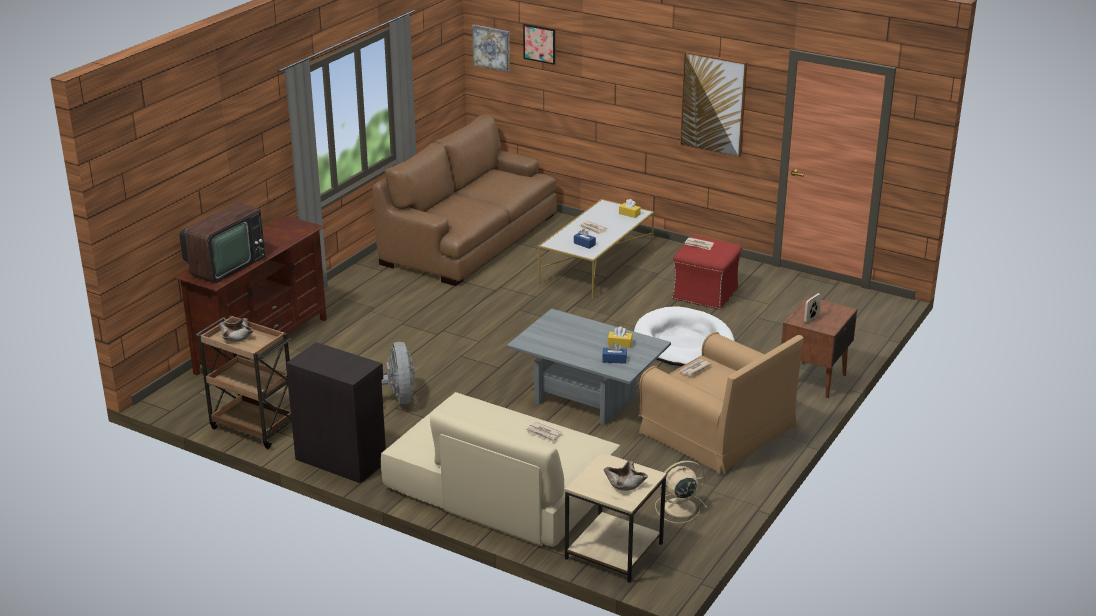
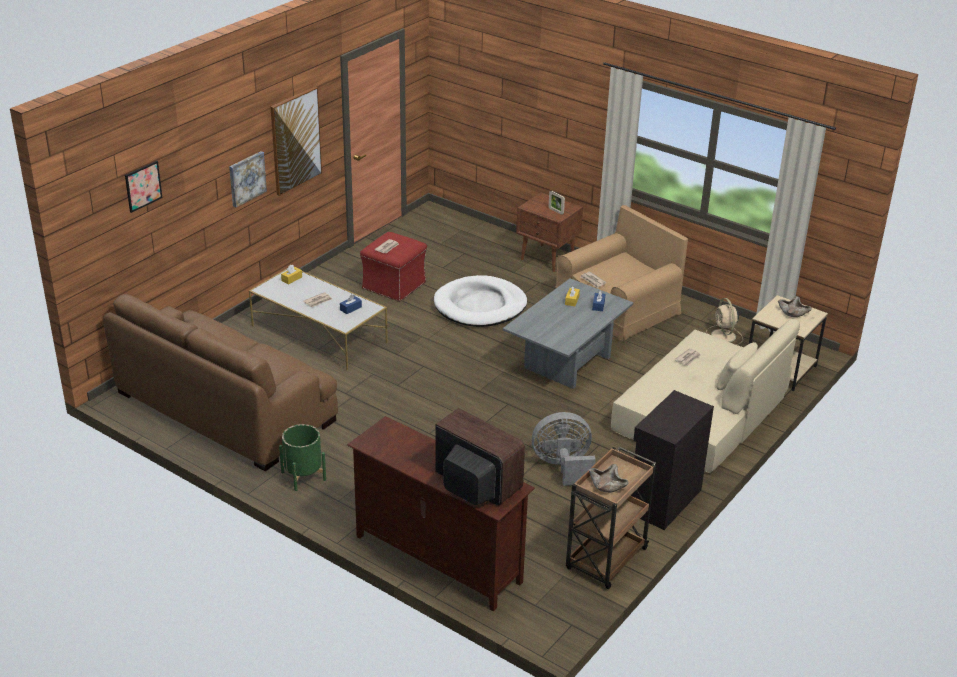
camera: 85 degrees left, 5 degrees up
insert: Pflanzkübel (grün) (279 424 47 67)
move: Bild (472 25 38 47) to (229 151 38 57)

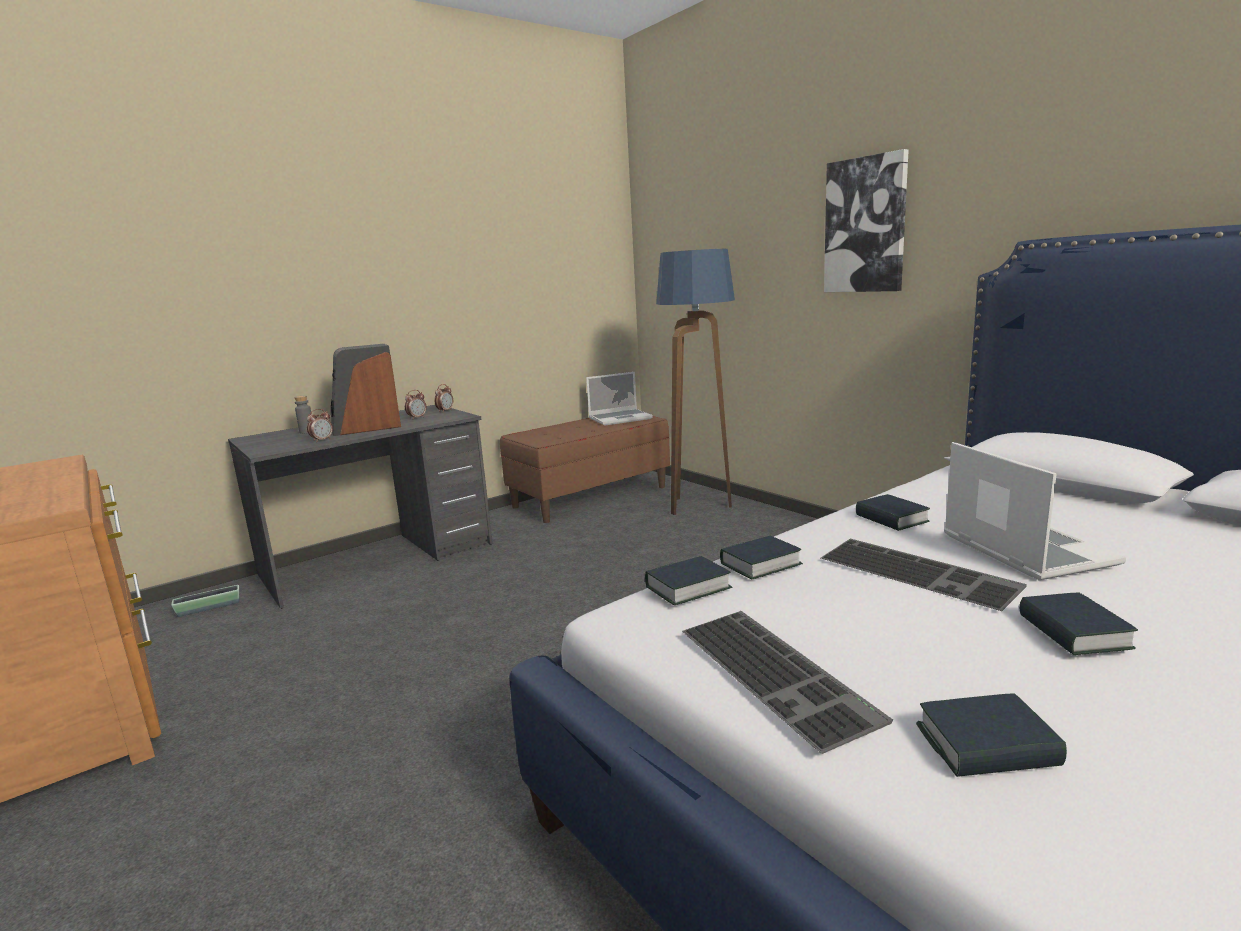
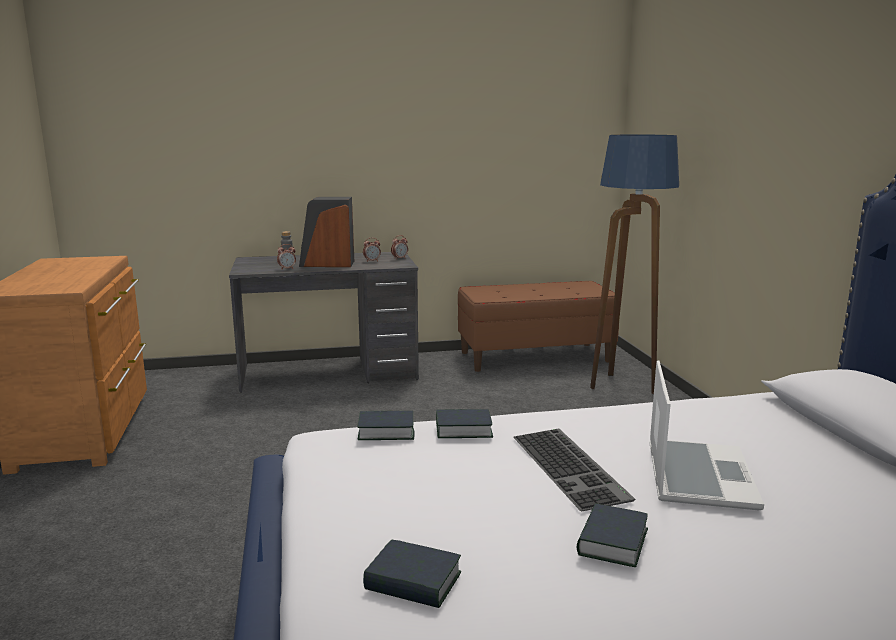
camera: 25 degrees right, 0 degrees up
delete: Pflanzkübel (171 585 68 32); Laptop (586 372 67 54); Tastatur (682 611 211 143); Bild (824 149 85 143); Buch (856 494 74 37)

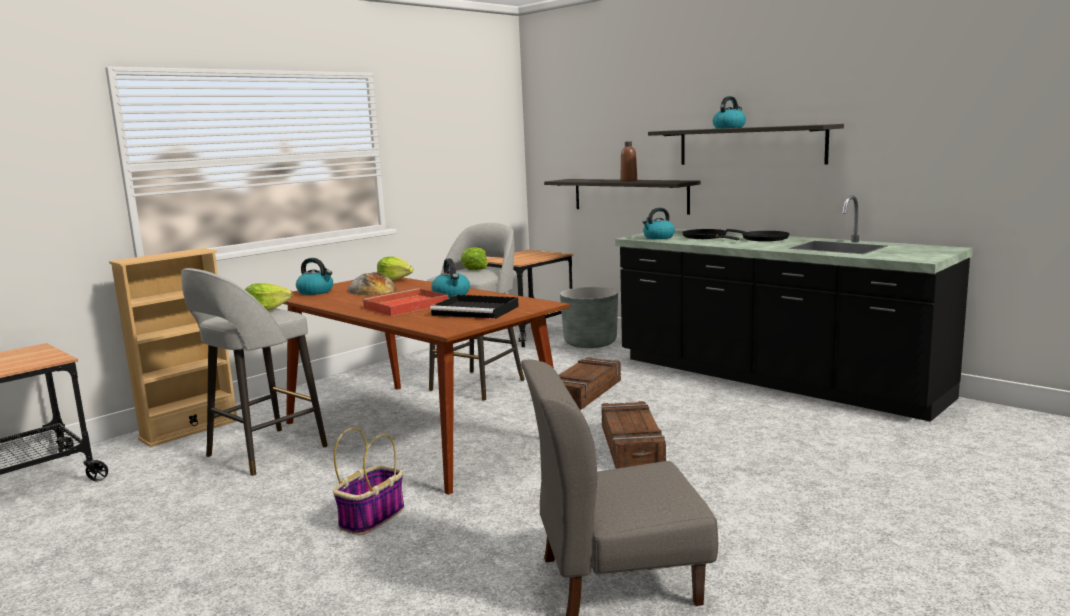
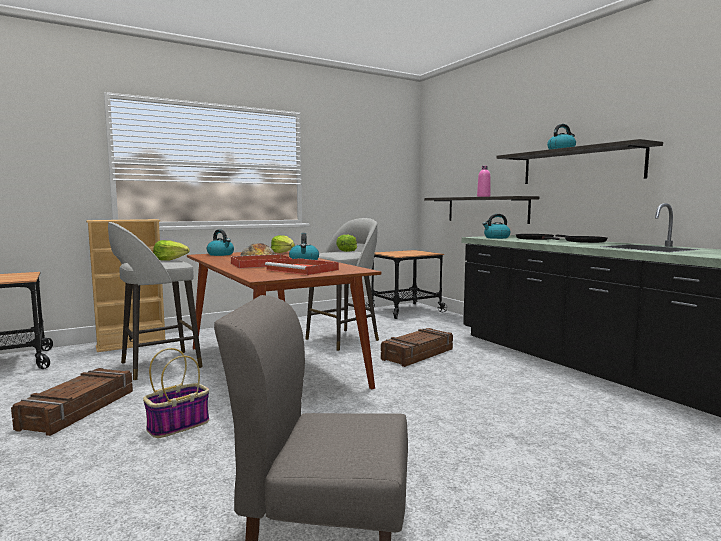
camera: 15 degrees right, 5 degrees down
delete: Pflanzkübel (grau) (560 287 58 61)
move: Kiste (601 401 65 68) to (11 368 122 68)
recolor: Tablett (schwarz) (430 295 89 25) to Tablett (rot) (265 258 74 17); Flasche (braun) (621 141 16 41) to Flasche (rosa) (477 166 13 31)

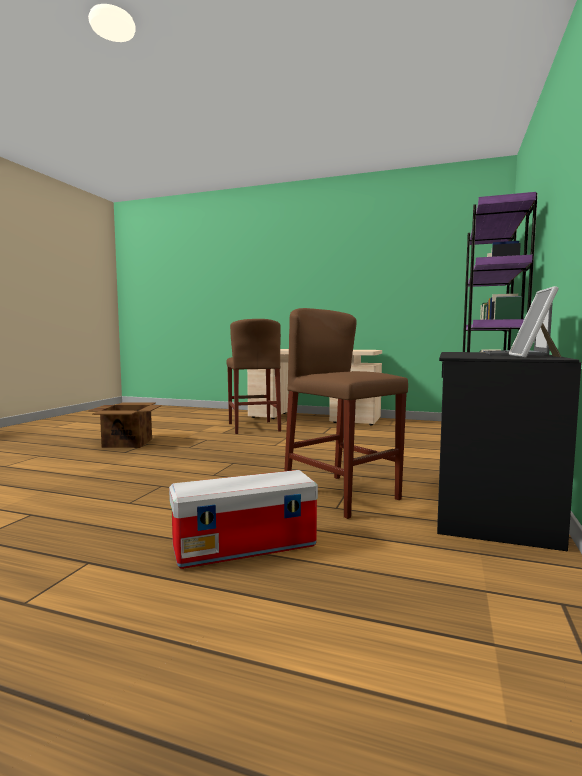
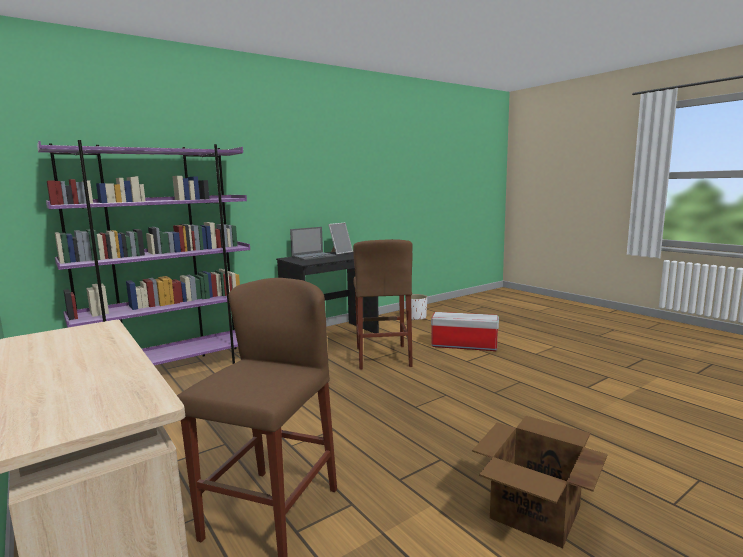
camera: 145 degrees left, 5 degrees up
insert: Pflanzkübel (weiß) (411 294 16 26)

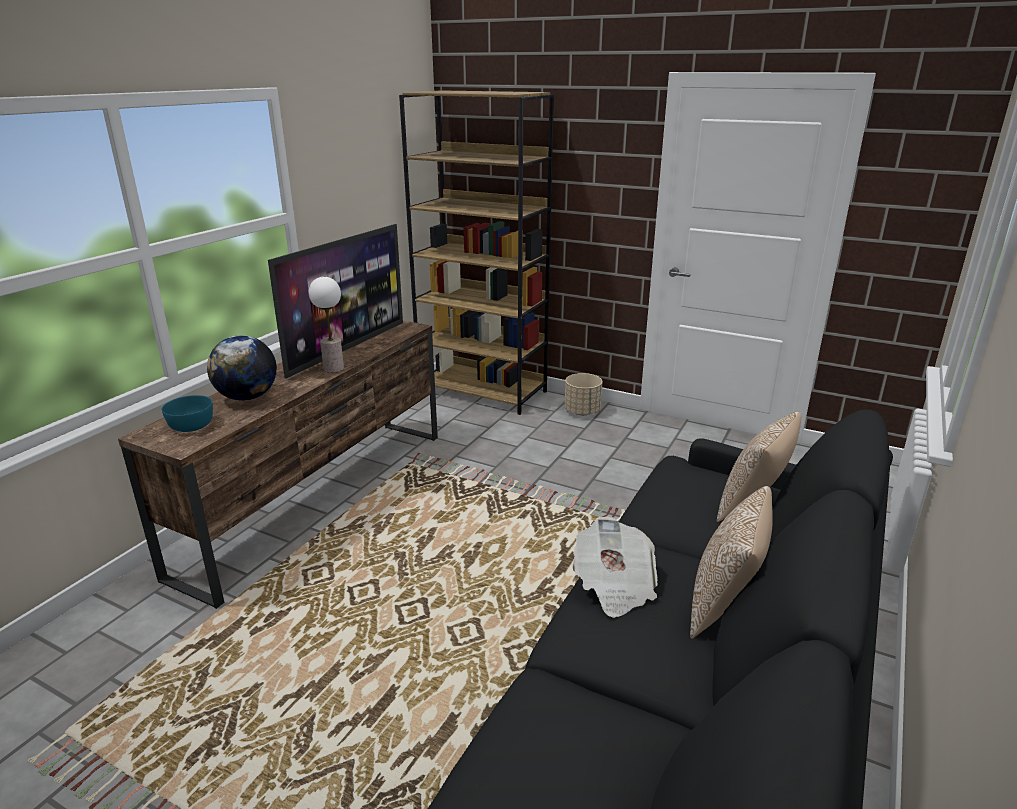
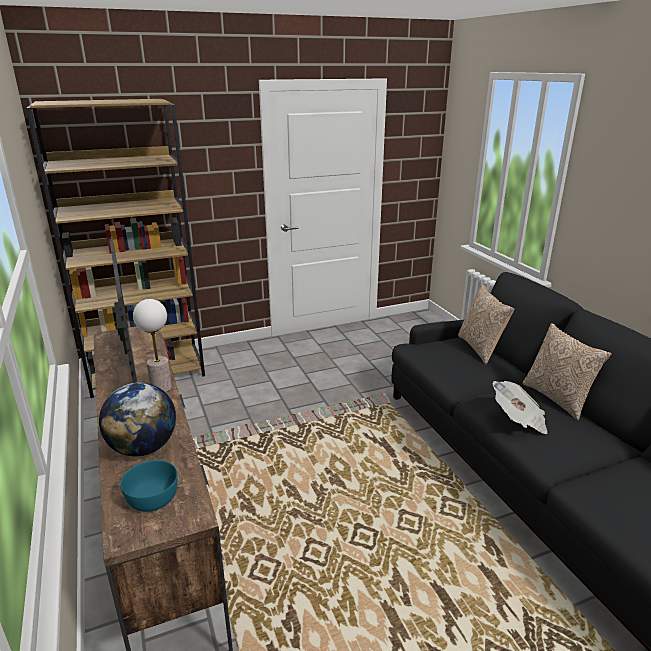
camera: 50 degrees left, 0 degrees up
delete: Pflanzkübel (beige) (565 373 37 42)

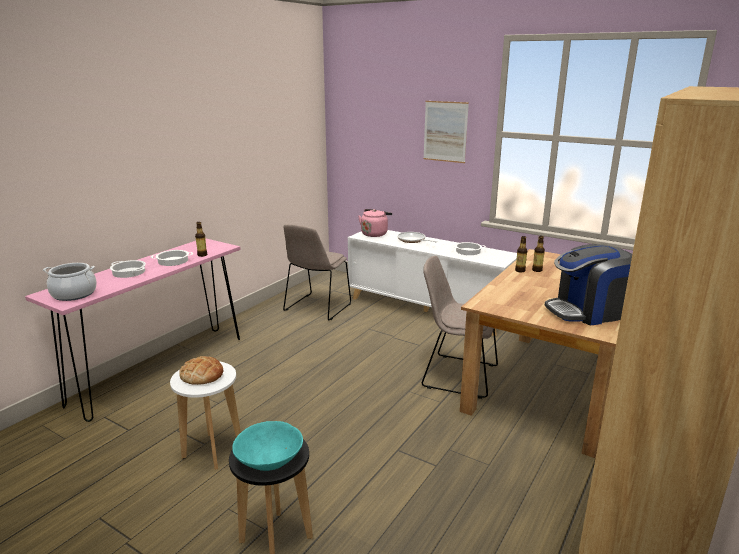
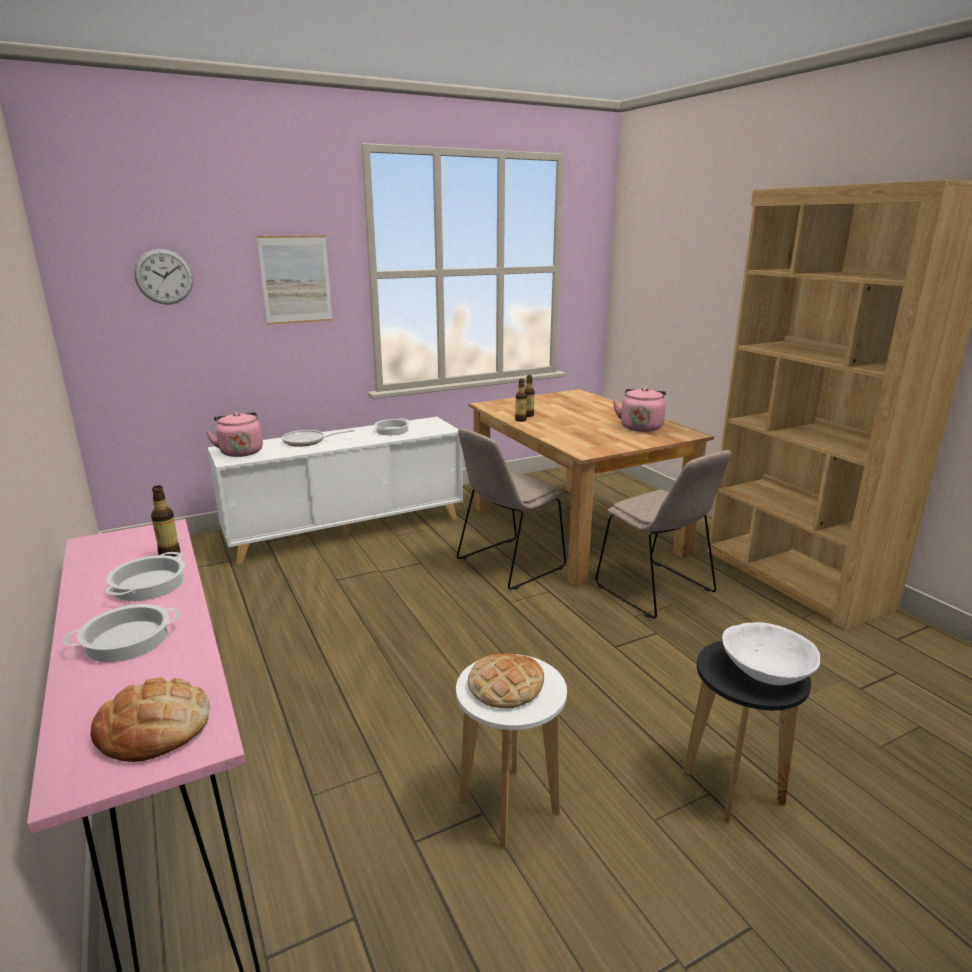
camera: 60 degrees left, 0 degrees up
insert: Wanduhr (134 249 59 56)
move: Stuhl (beige) (283 224 68 96) to (596 450 135 168)
replace: Kochtopf (43 263 54 38) to Brot (91 677 119 85); Kaffeemaschine (545 244 87 82) to Wasserkessel (rosa) (613 387 53 45)
recolor: Schüssel (türkis) (232 421 71 50) to Schüssel (weiß) (722 622 98 63)

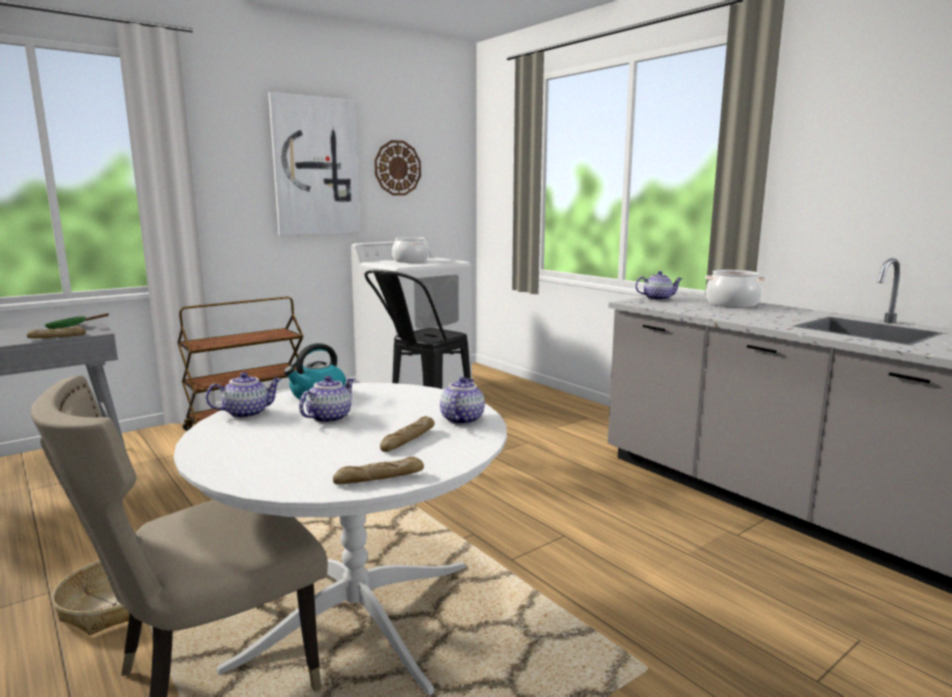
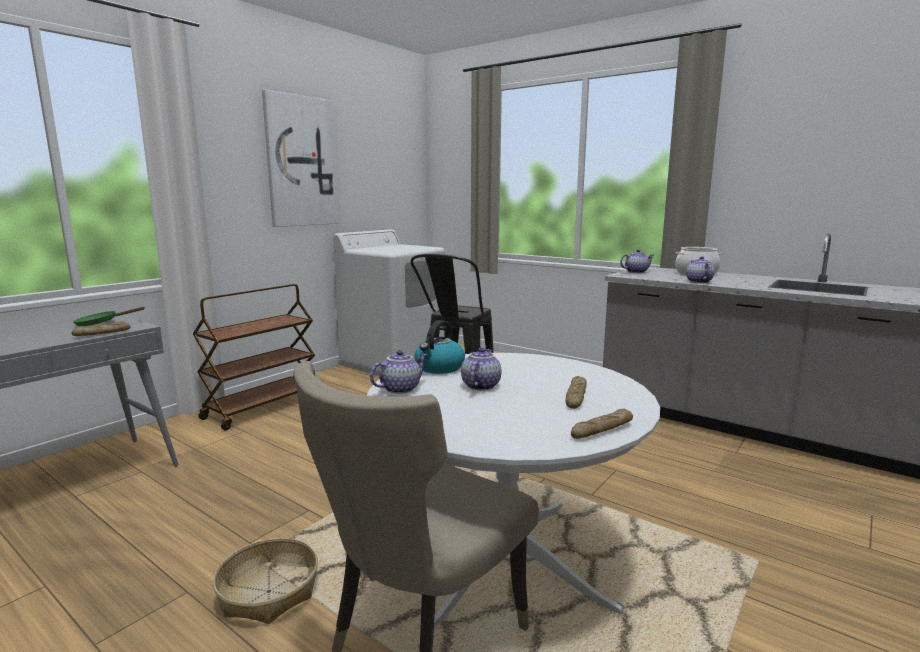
camera: 15 degrees left, 0 degrees up
delete: Wanduhr (374 140 47 56); Kochtopf (392 237 37 26)
move: Teekanne (440 377 45 48) to (686 256 29 27)

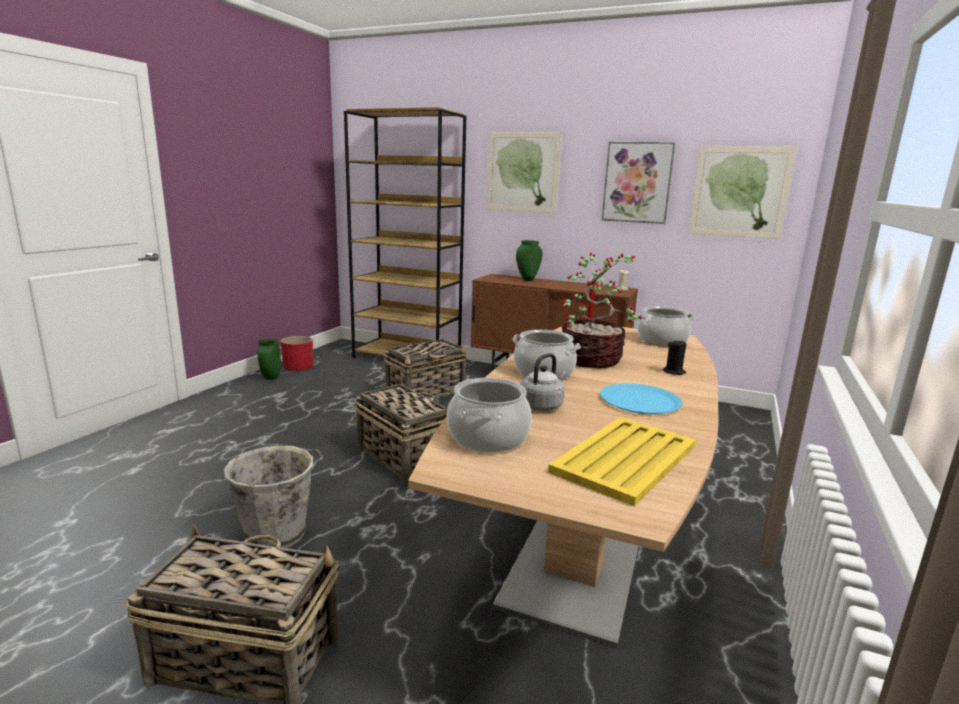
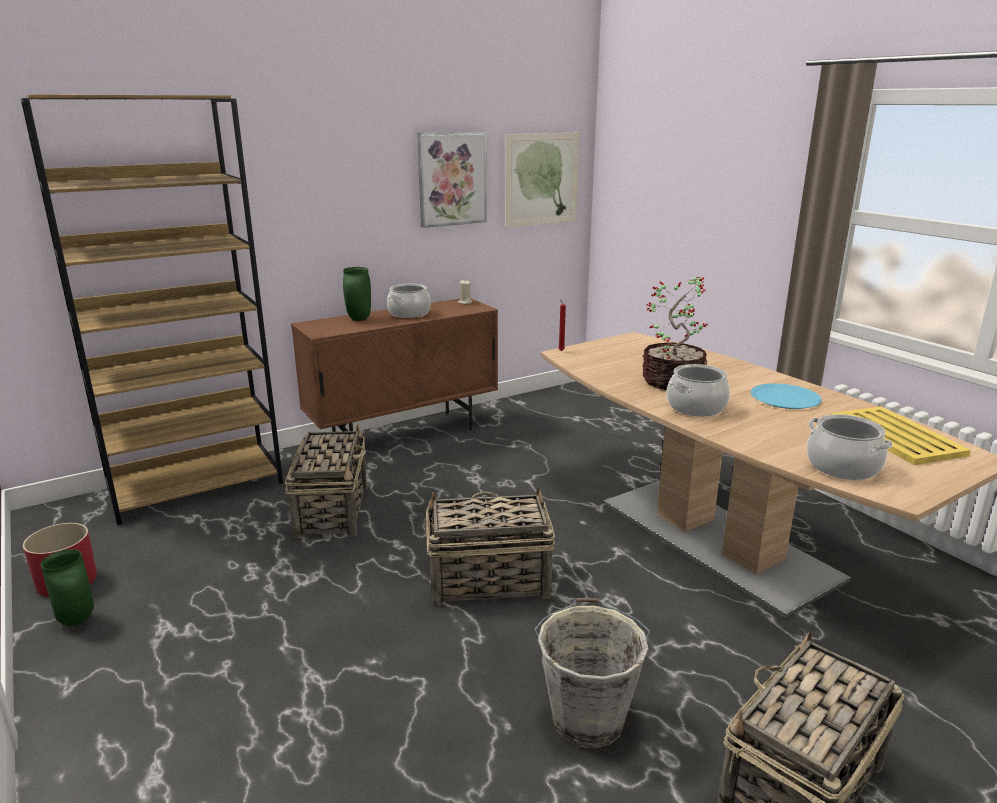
camera: 55 degrees left, 5 degrees up
delete: Bild (486 132 76 81); Wasserkessel (grau) (520 353 47 58); Kerze (schwarz) (663 339 23 36)
move: Kochtopf (637 306 57 41) to (387 284 44 34)

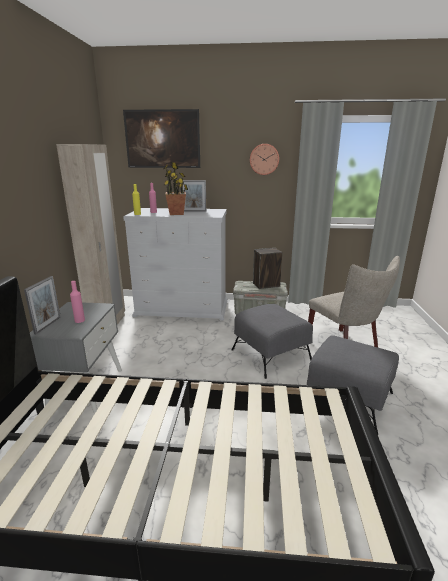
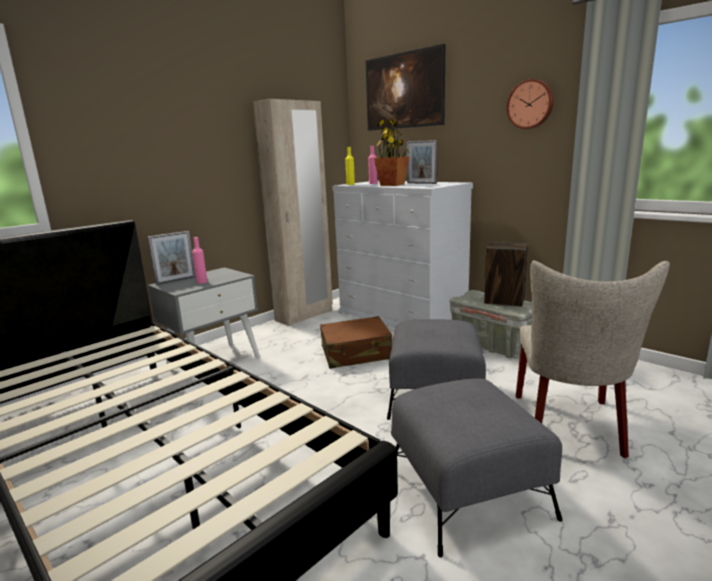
camera: 40 degrees right, 5 degrees down
insert: Koffer (braun) (320 316 72 53)

